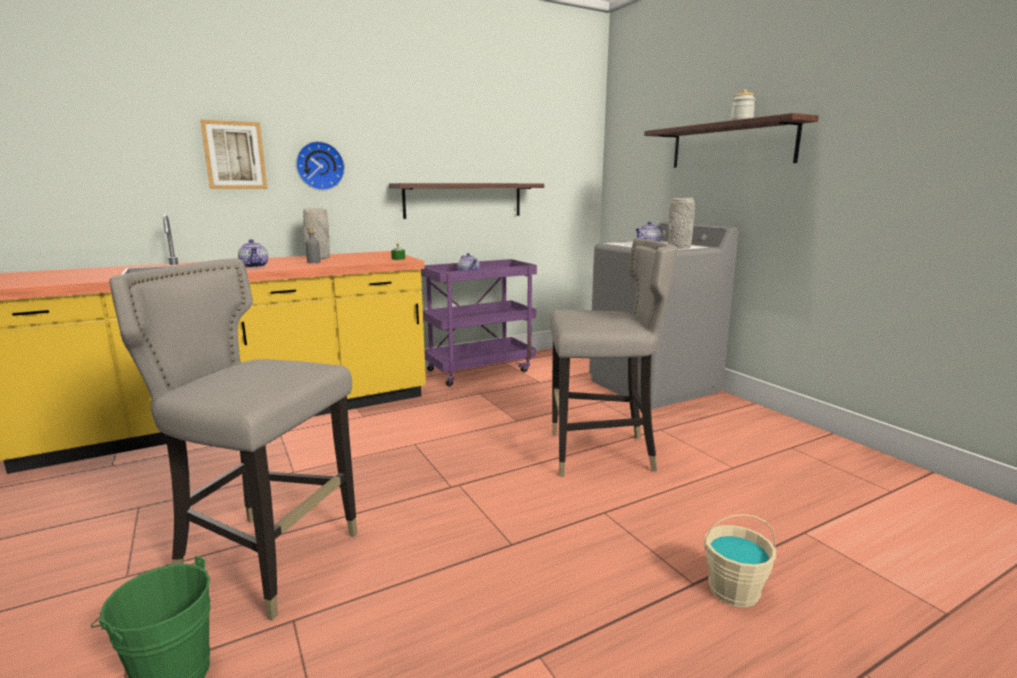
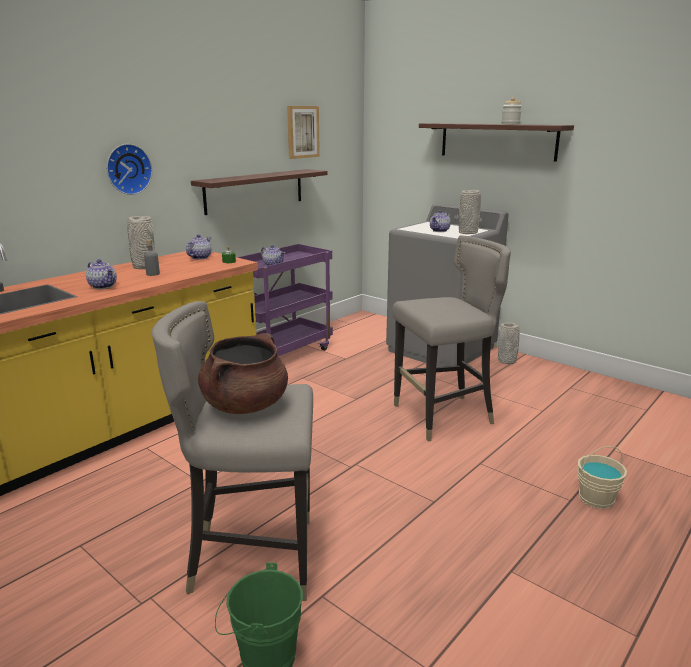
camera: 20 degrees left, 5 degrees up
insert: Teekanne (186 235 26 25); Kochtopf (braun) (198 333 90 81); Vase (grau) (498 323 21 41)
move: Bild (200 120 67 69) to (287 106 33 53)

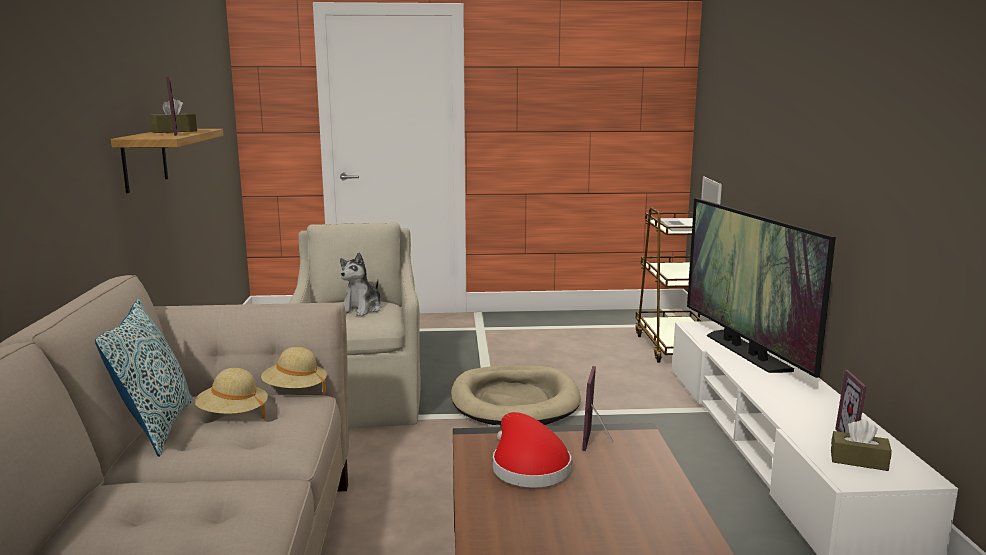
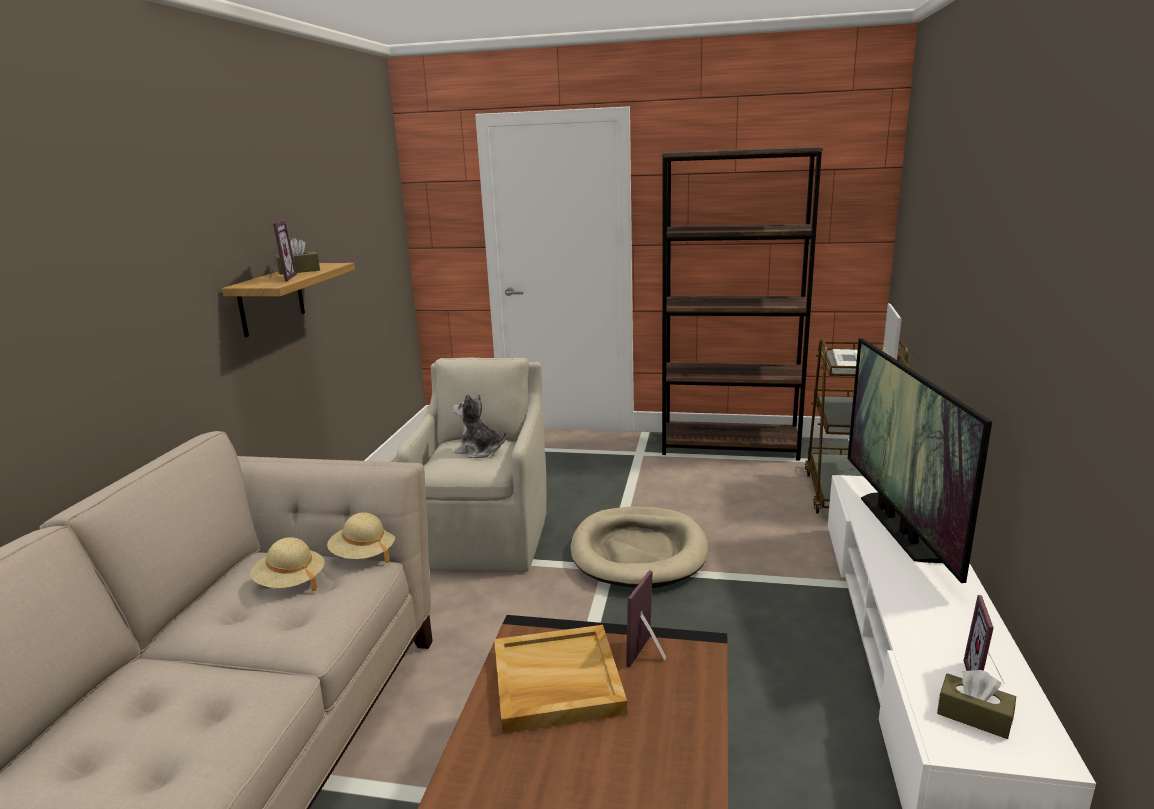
camera: 15 degrees right, 5 degrees up
delete: Kissen (95 298 98 159)
insert: Bücherregal (braun) (662 146 161 315)
replace: Hut (rot) (493 412 78 76) to Tablett (beige) (494 625 133 109)
rotate: Plüschtier (340 252 42 65) = (453 393 53 65) 75 degrees clockwise

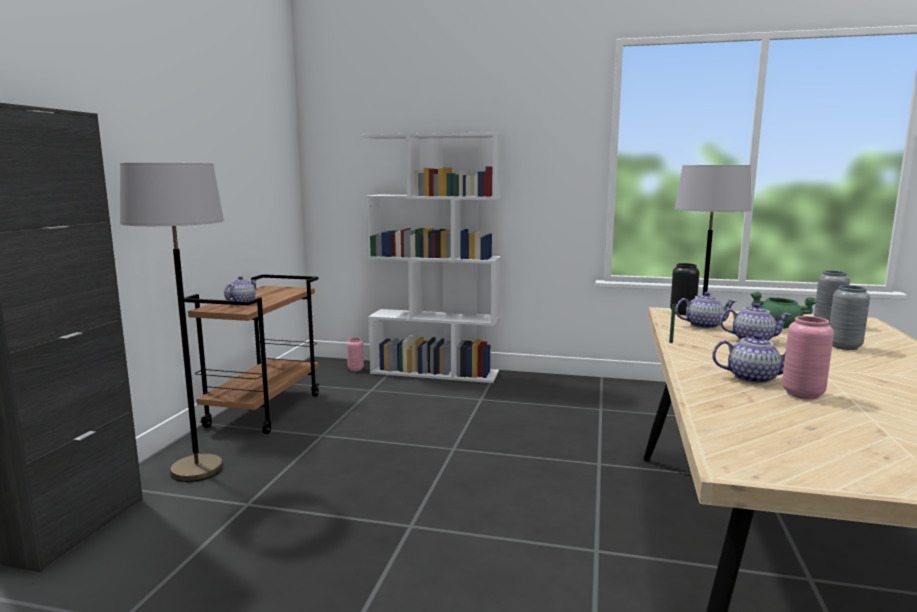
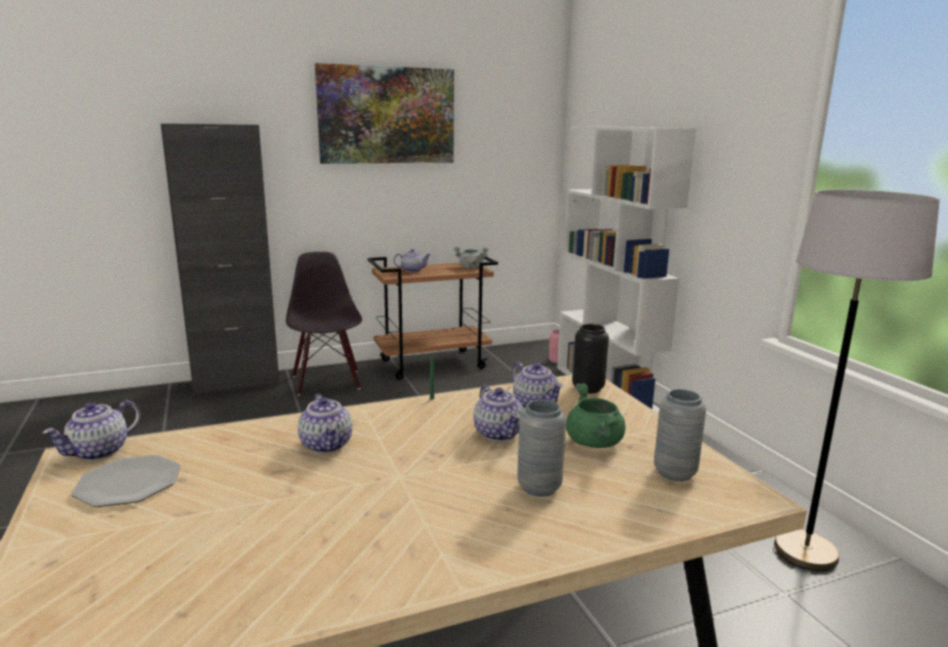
camera: 55 degrees right, 5 degrees up
delete: Vase (rosa) (782 316 52 83)
insert: Teekanne (42 400 99 61); Teller (71 455 110 52); Bild (315 63 139 101); Kochtopf (grau) (454 247 35 22)
replace: Stehlampe (grau) (120 163 104 319) to Stuhl (schwarz) (286 252 76 144)

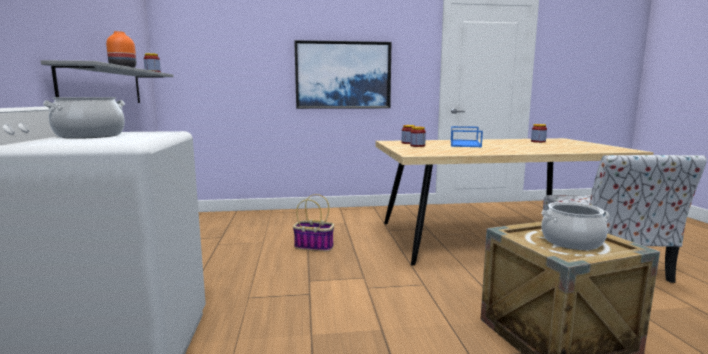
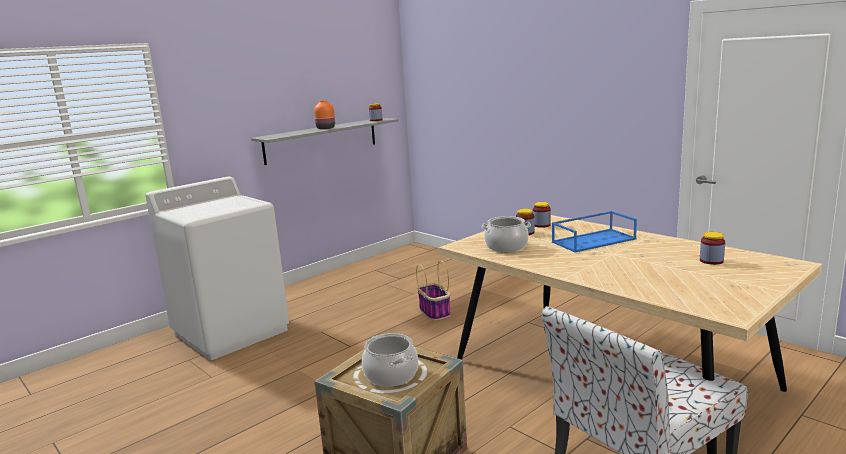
camera: 55 degrees right, 5 degrees up
delete: Bild (294 40 98 69)
move: Kochtopf (43 97 82 42) to (481 216 50 36)

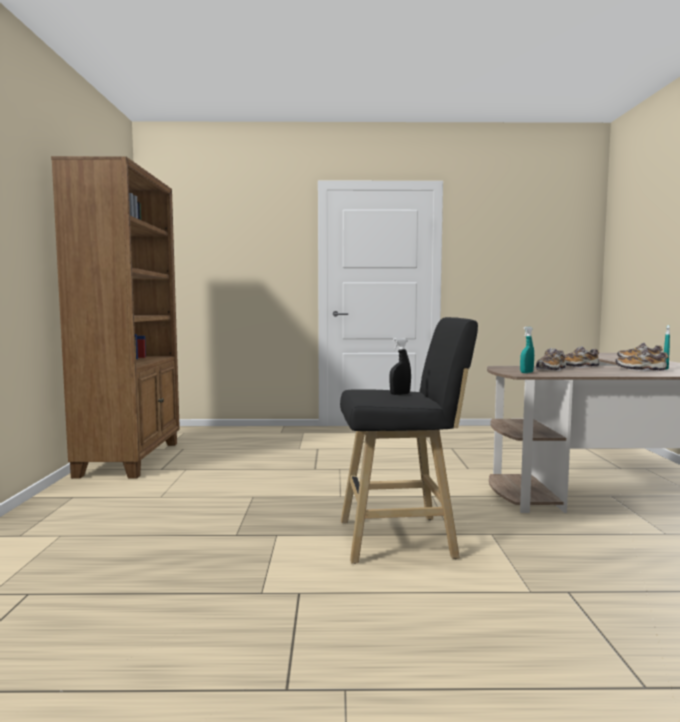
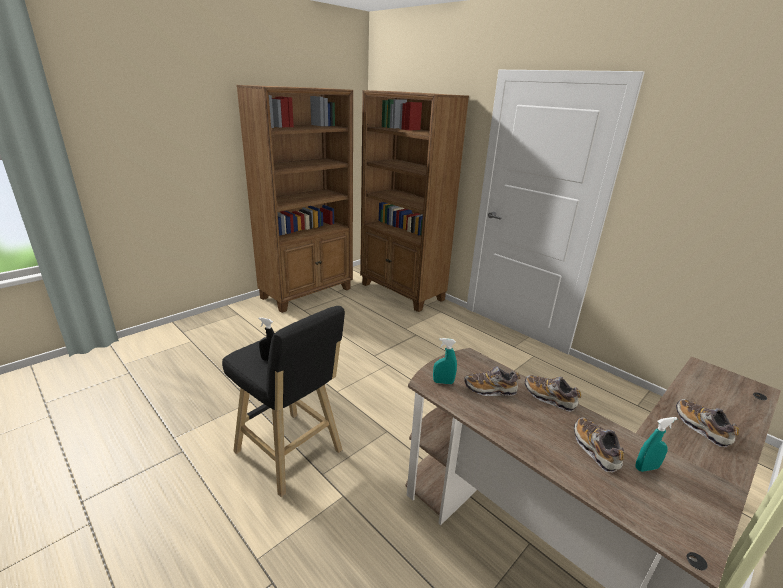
camera: 45 degrees right, 20 degrees up
insert: Bücherregal (braun) (360 90 109 222)

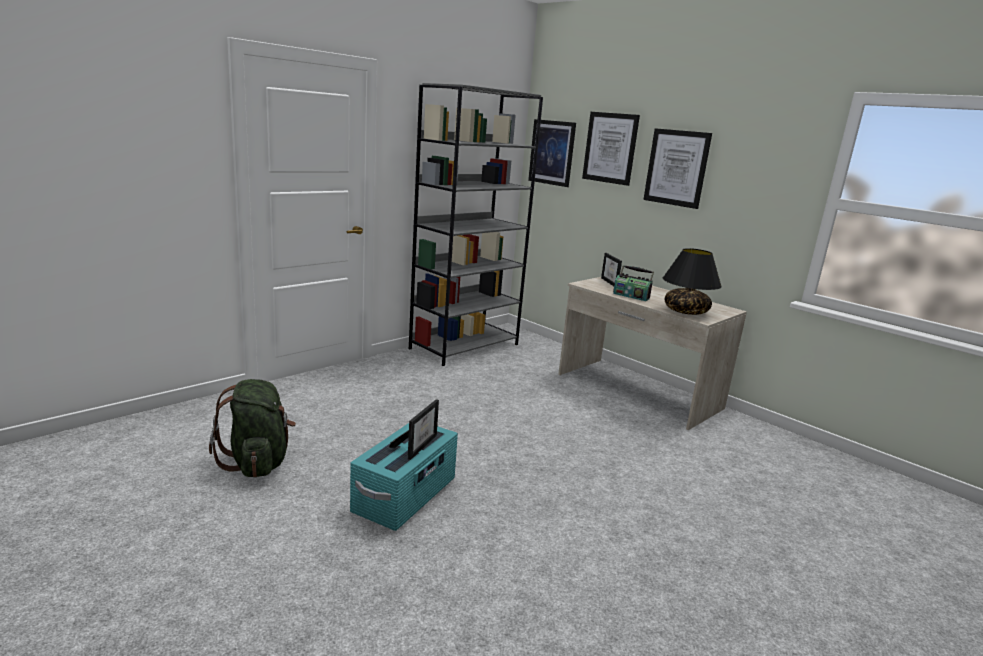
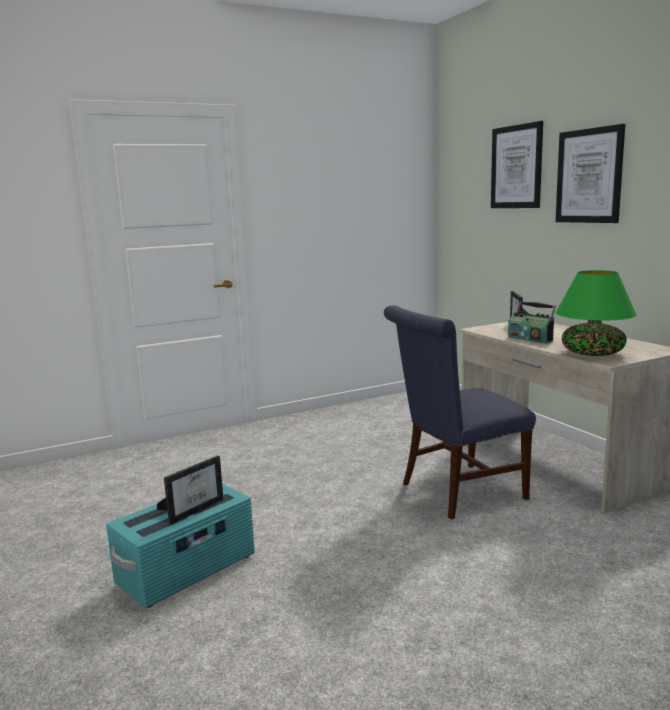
camera: 20 degrees right, 5 degrees down
delete: Rucksack (grün) (209 379 87 99); Bücherregal (grau) (409 83 134 283); Bild (528 119 48 68)
insert: Stuhl (blau) (384 305 152 214)
recolor: Tischlampe (schwarz) (663 248 59 67) to Tischlampe (grün) (555 270 82 86)

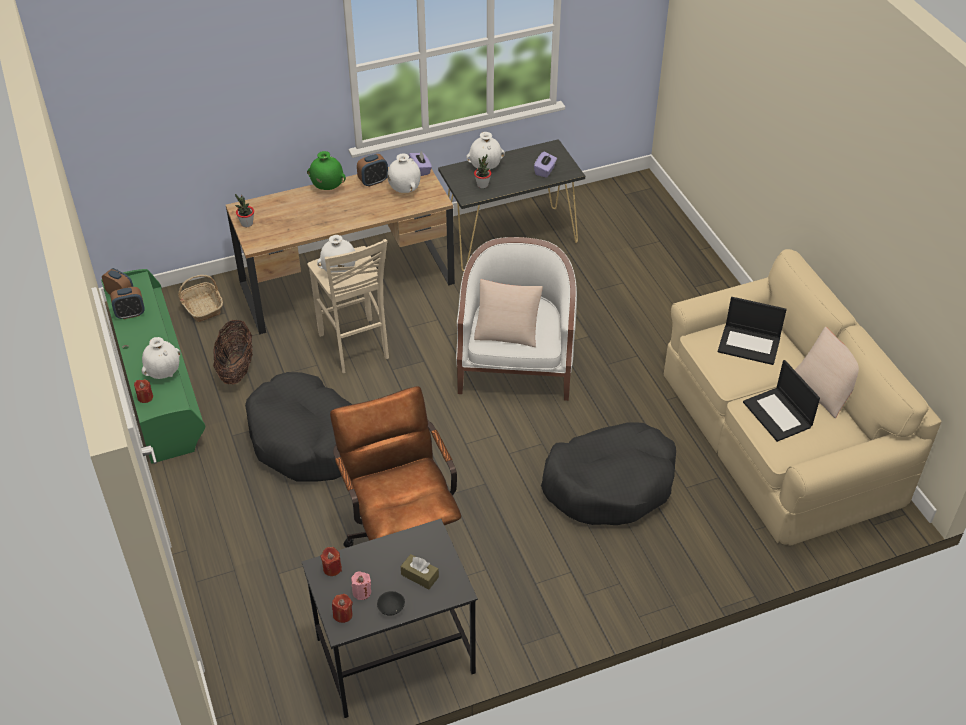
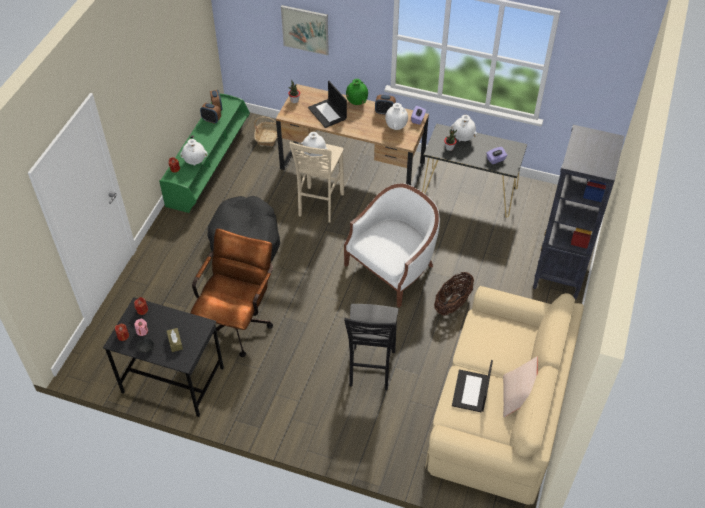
camera: 40 degrees right, 5 degrees up
delete: Kissen (beige) (474 279 69 68)
insert: Bild (281 5 48 51); Bücherregal (schwarz) (533 125 92 175)
move: Korb (213 320 40 64) to (434 272 40 43); Laptop (718 297 69 68) to (308 81 39 47)
replace: Hundebett (schwarz) (541 422 135 103) to Hocker (schwarz) (344 304 54 86)

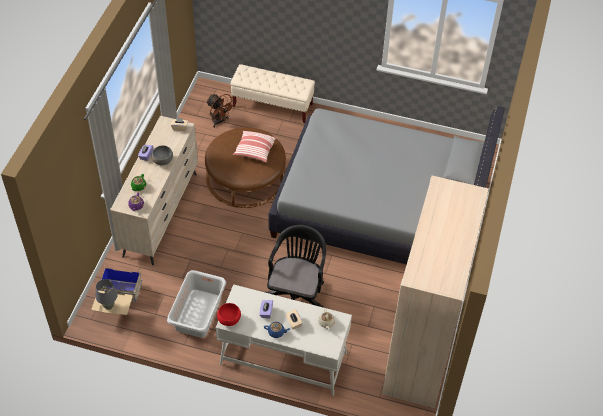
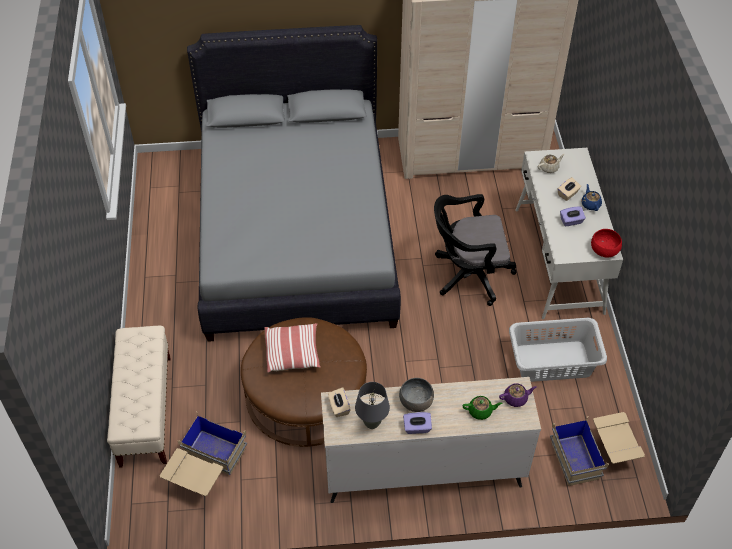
camera: 110 degrees left, 0 degrees up
move: Tischlampe (grau) (96 279 22 31) to (355 382 35 47)
replace: Ventilator (braun) (206 94 30 34) to Aufbewahrungsbox (beige) (160 411 87 85)

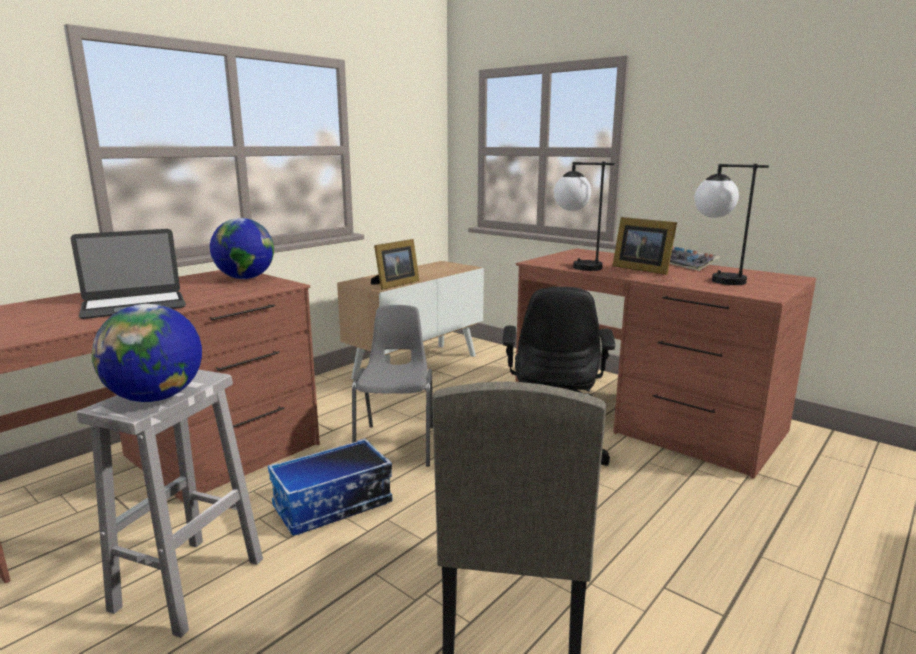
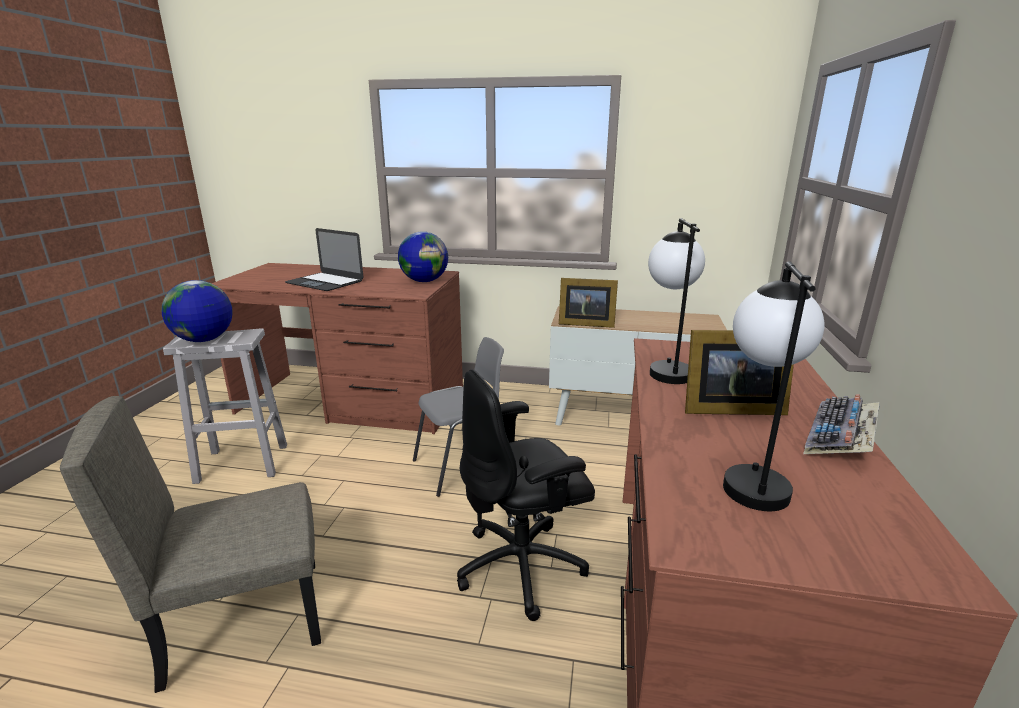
camera: 60 degrees right, 5 degrees up
delete: Aufbewahrungsbox (268 438 124 98)
rotate: Bilderrahmen (612 217 65 58) = (685 330 109 85) 105 degrees counterclockwise

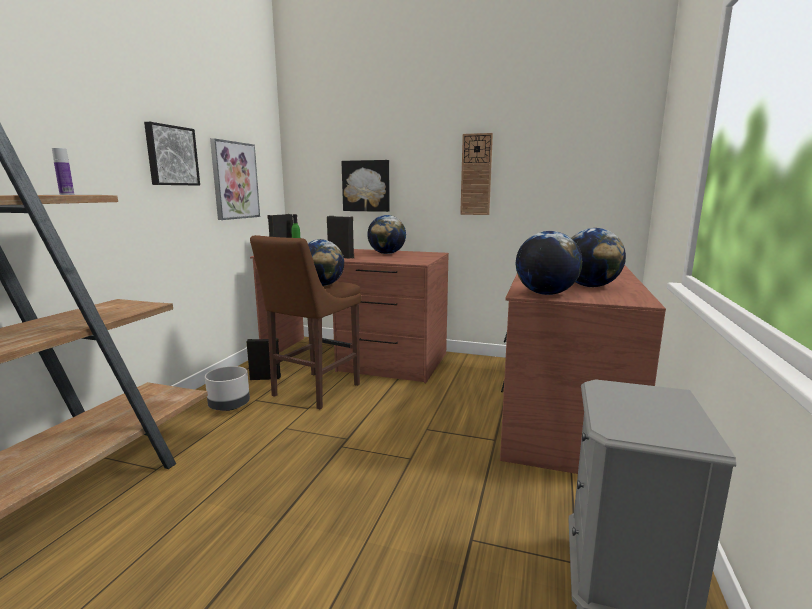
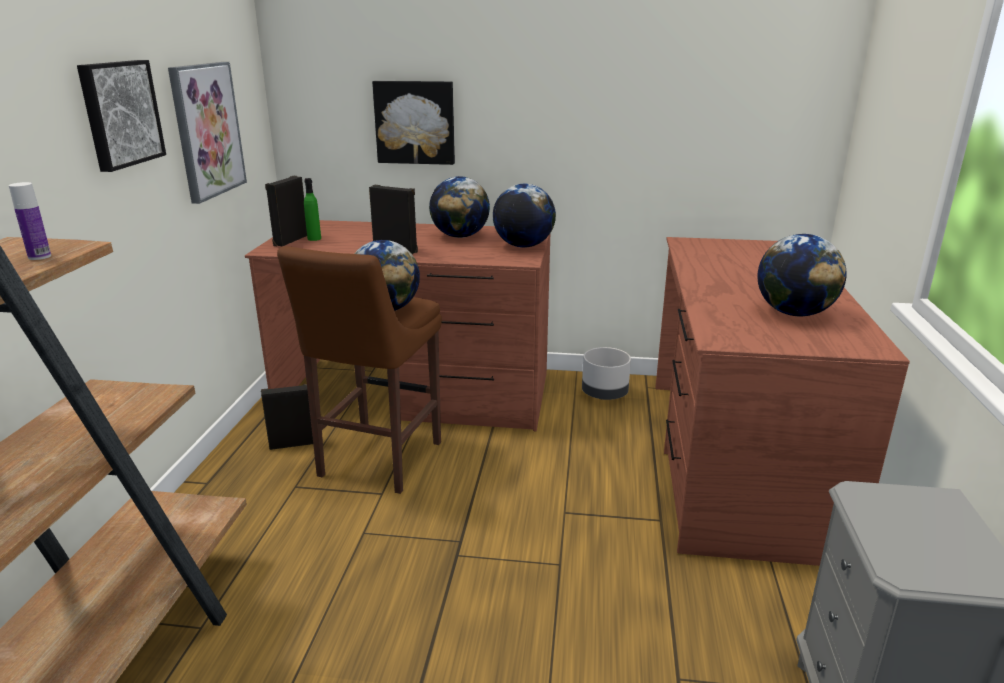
camera: 10 degrees left, 10 degrees up
delete: Wanduhr (460 133 33 82)
move: Pflanzkübel (grau) (205 366 45 45) to (582 347 49 53); Globus (516 231 66 64) to (493 184 63 64)

